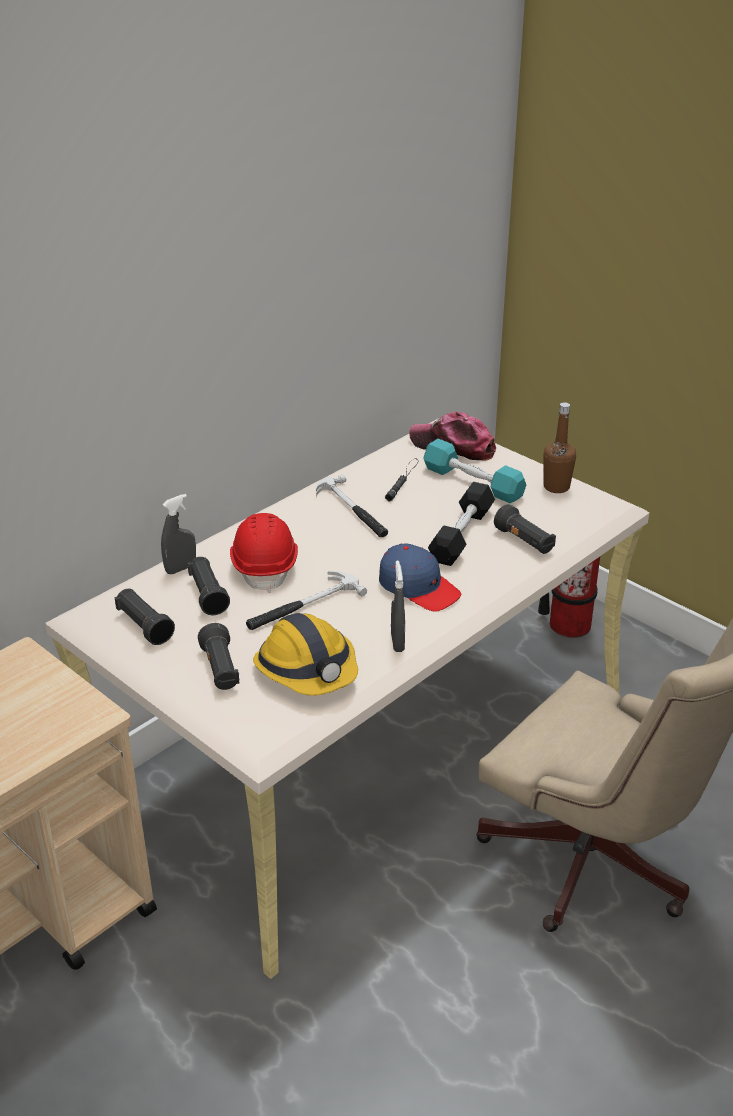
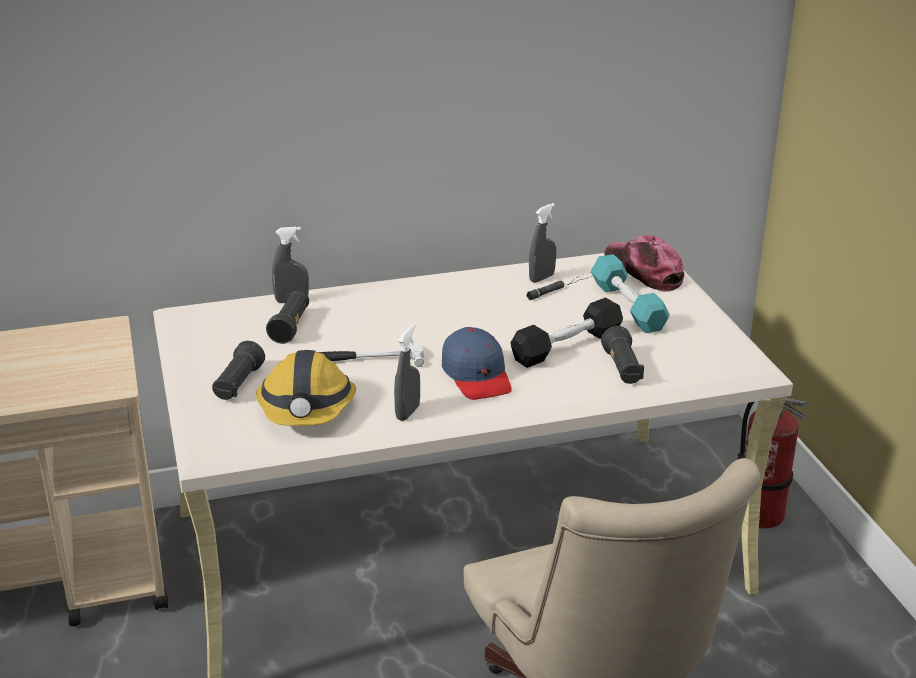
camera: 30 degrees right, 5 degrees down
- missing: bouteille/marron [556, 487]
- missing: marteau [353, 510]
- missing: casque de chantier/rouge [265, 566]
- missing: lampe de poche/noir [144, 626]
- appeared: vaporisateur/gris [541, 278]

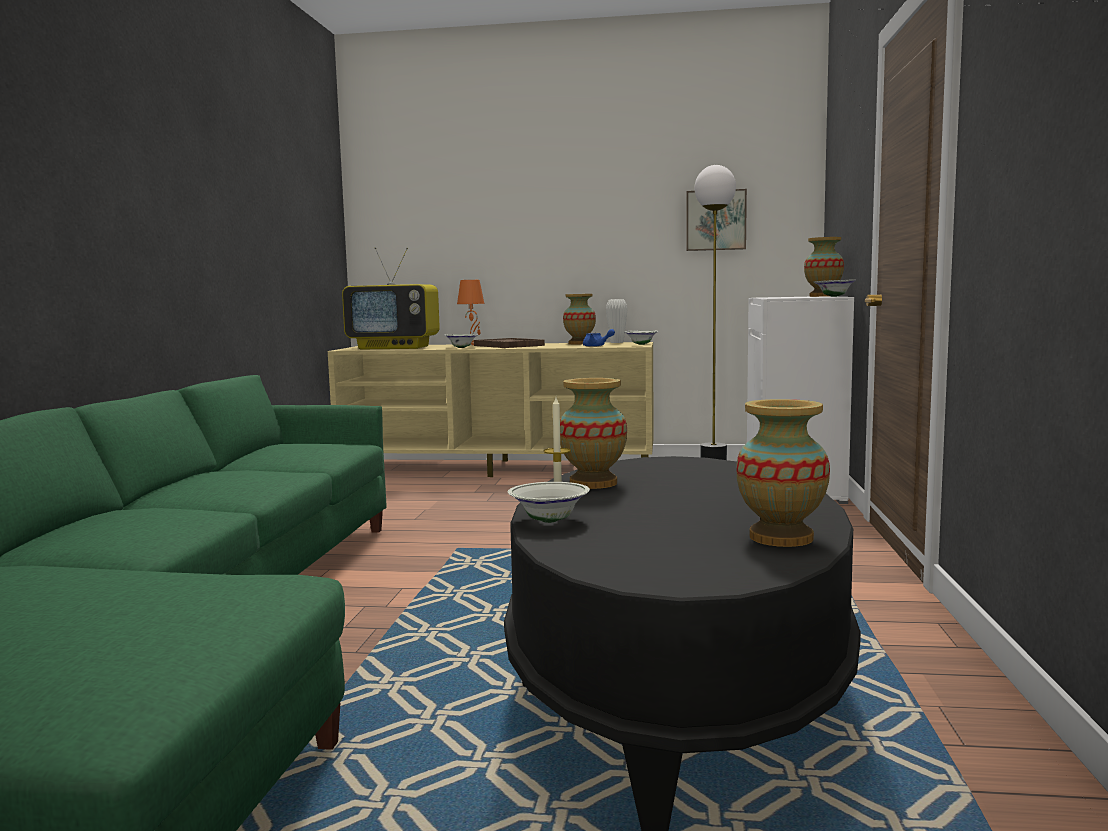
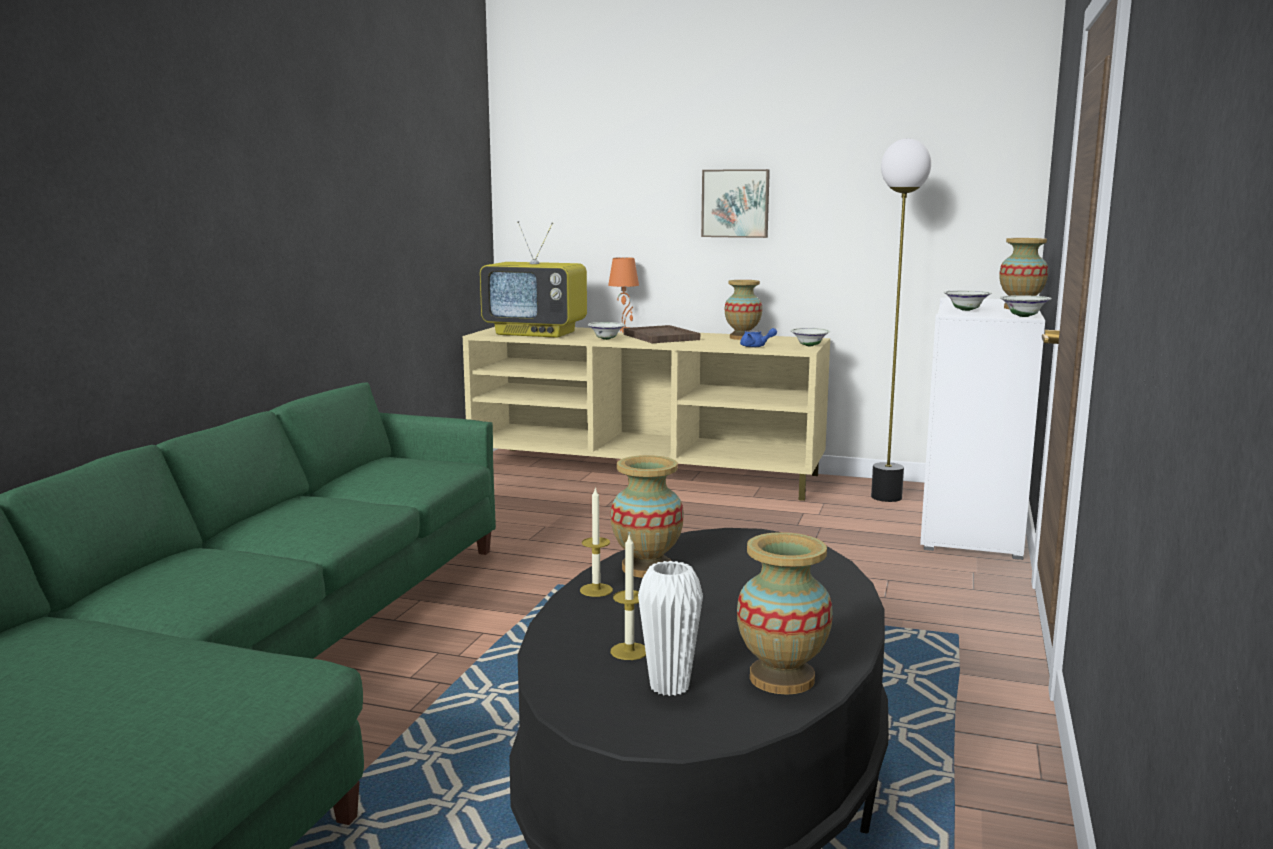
camera: 10 degrees right, 5 degrees up
- relocated: tableau [715, 220] to [735, 203]
- relocated: vase/blanc [617, 342] to [669, 686]
- relocated: bol/blanc [549, 521] to [966, 310]
- appeared: bougie [629, 651]

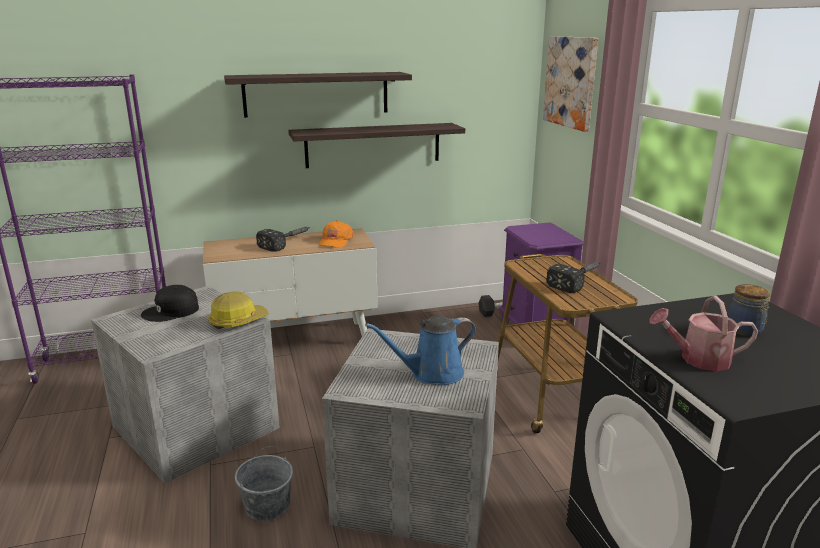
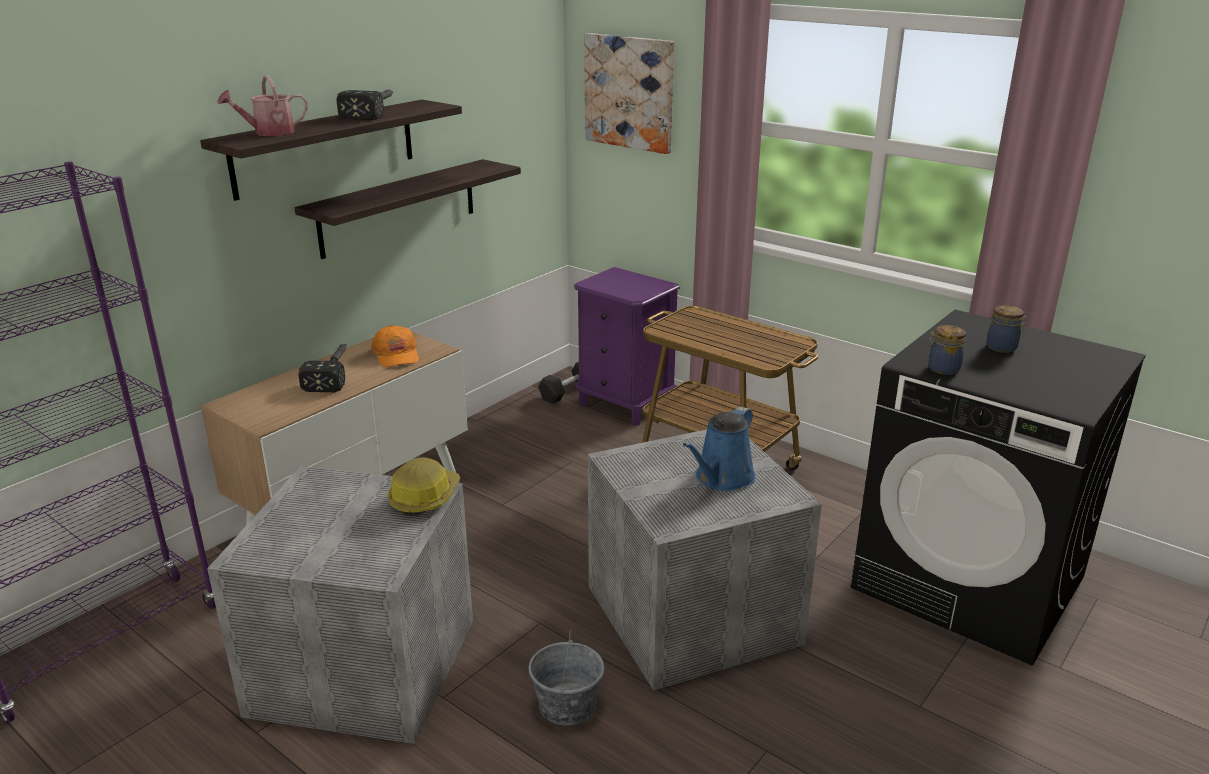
camera: 35 degrees left, 5 degrees up
- relocated: marteau [579, 280] to [375, 111]
- missing: casquette/noir [171, 311]
- relocated: arrosoir [698, 359] to [269, 133]
- appeared: bocal [942, 369]

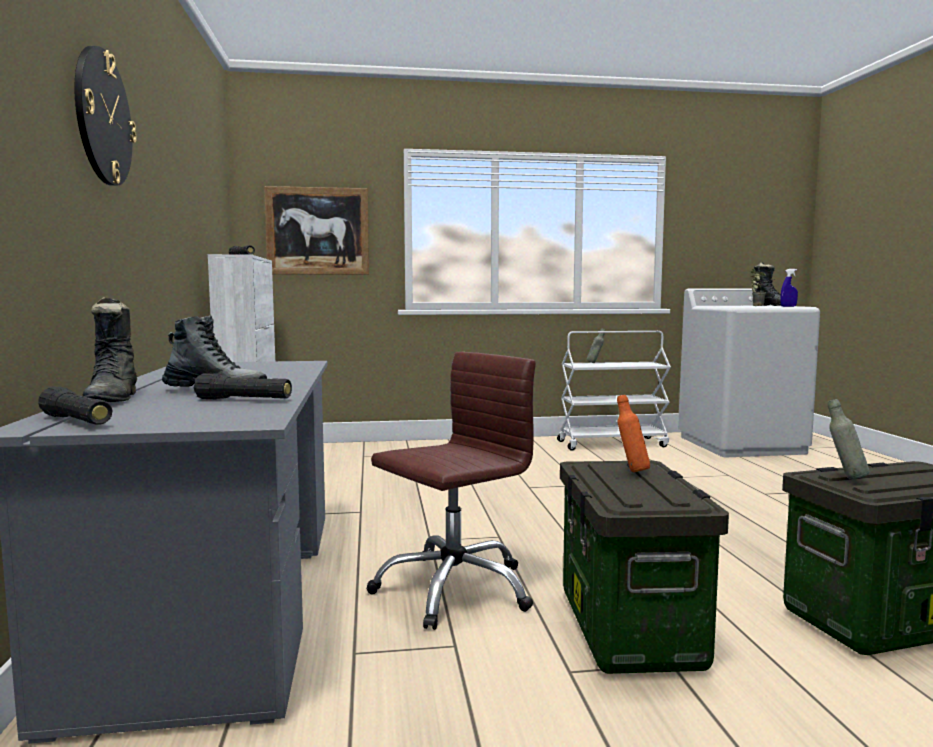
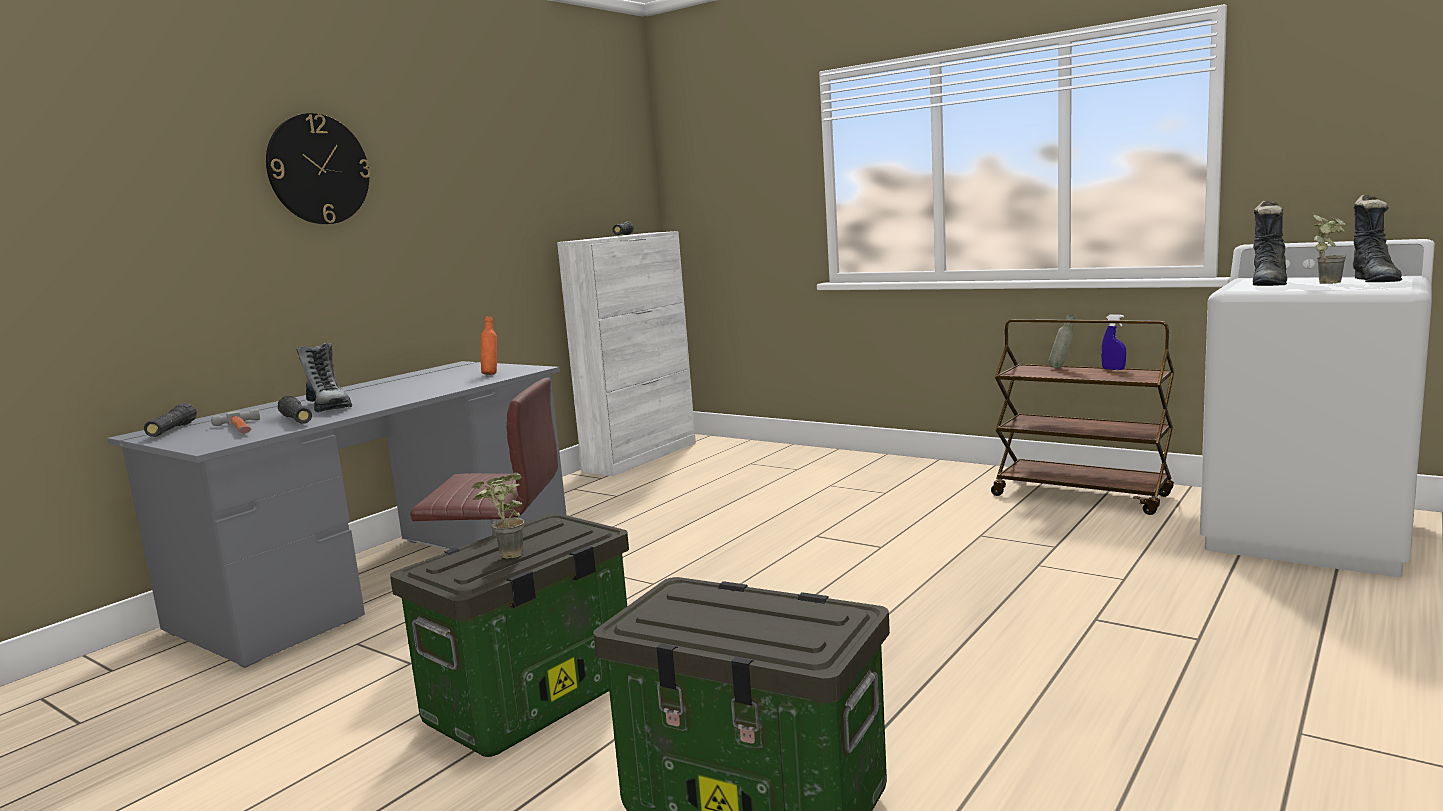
camera: 45 degrees right, 5 degrees up
- missing: tableau [317, 231]
- relocated: vaporisateur/bleu [788, 306] to [1113, 369]
- relocated: botte/noir [114, 399] to [1269, 284]
- colour: chariot/blanc [612, 444] to chariot/marron [1082, 495]
- relocated: bouteille/orange [631, 471] to [491, 374]
- missing: bouteille/gris [845, 478]
- appeared: marteau [241, 429]
- appeared: plante en pot [505, 557]

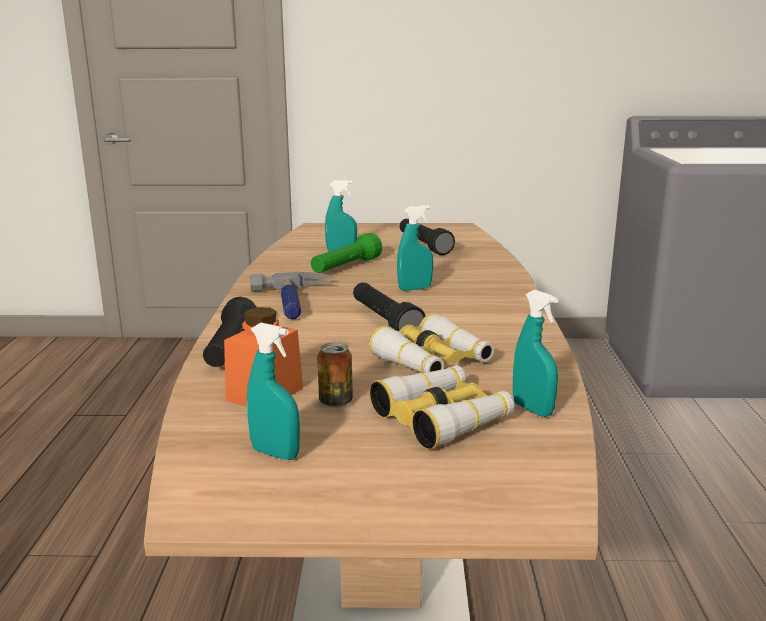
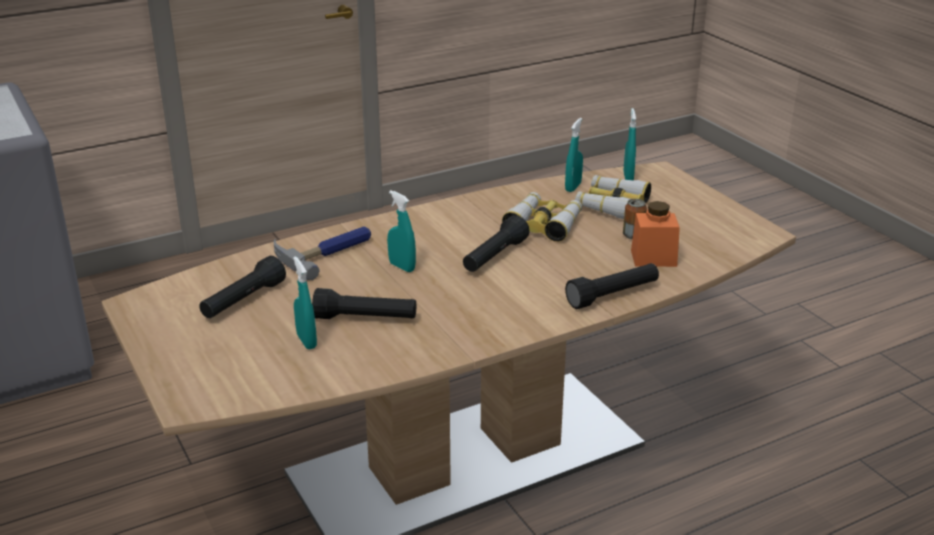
camera: 120 degrees left, 10 degrees up
- colour: lampe de poche/vert [346, 267] to lampe de poche/noir [365, 319]
- relocated: marteau [294, 302] to [326, 252]
- relocated: vaporisateur/turquoise [275, 453] to [628, 177]

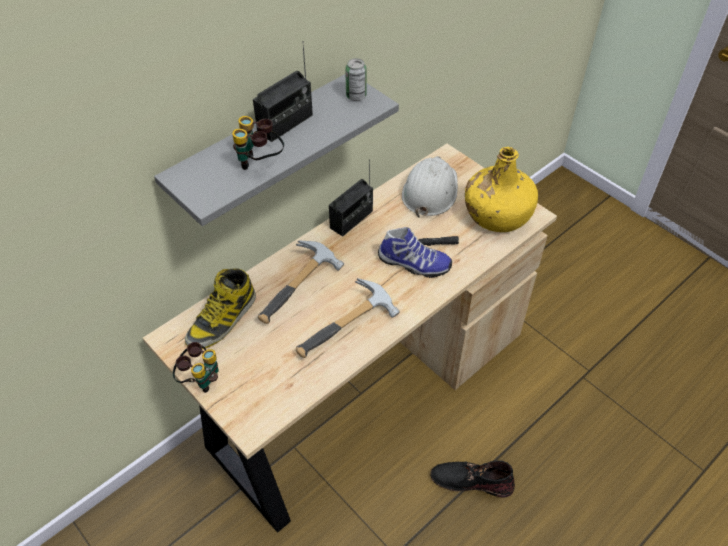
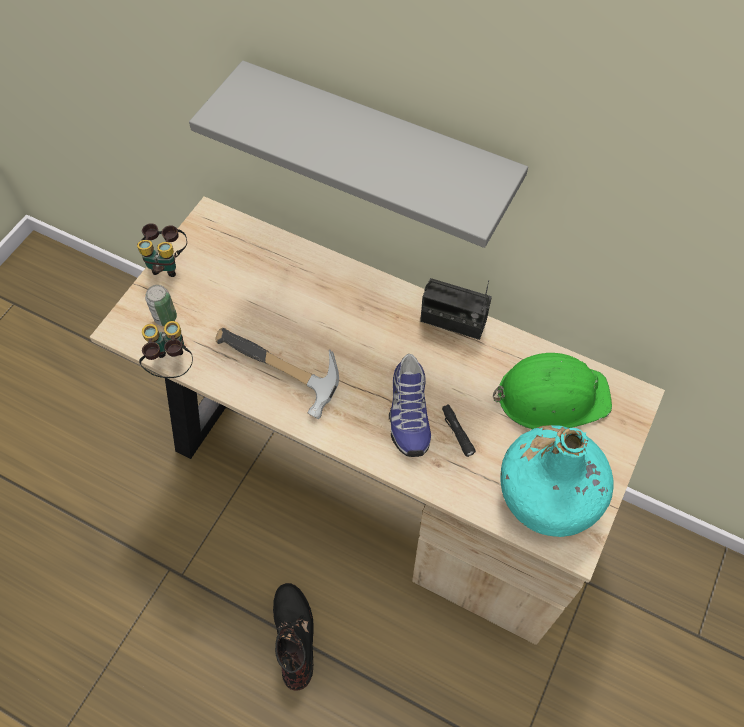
camera: 70 degrees right, 10 degrees up
- missing: radio [285, 124]
- relocated: boîte métallique [356, 96] to [165, 317]
- relocated: jumelles [260, 163] to [171, 366]
- colour: bouteille/jaune [497, 214] to bouteille/turquoise [549, 494]
- colour: casque de chantier/blanc [430, 191] to casque de chantier/vert [551, 395]
- missing: marteau [302, 289]
- missing: botte [222, 320]

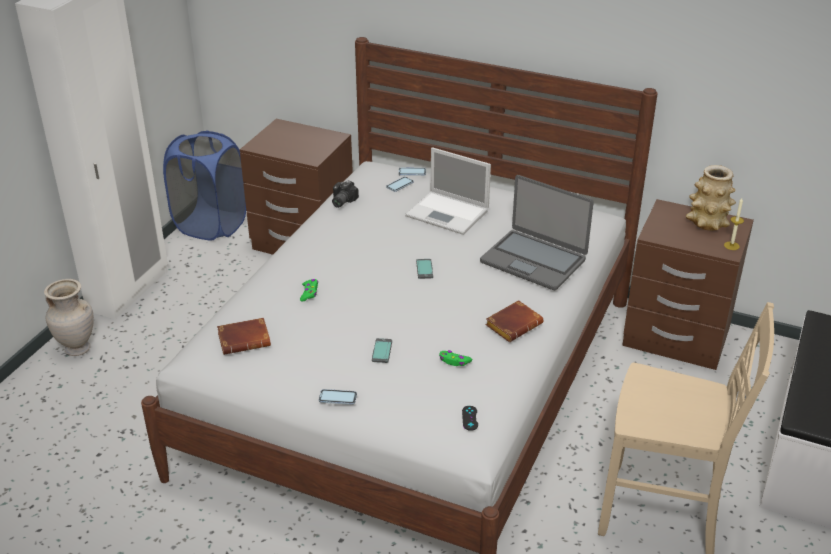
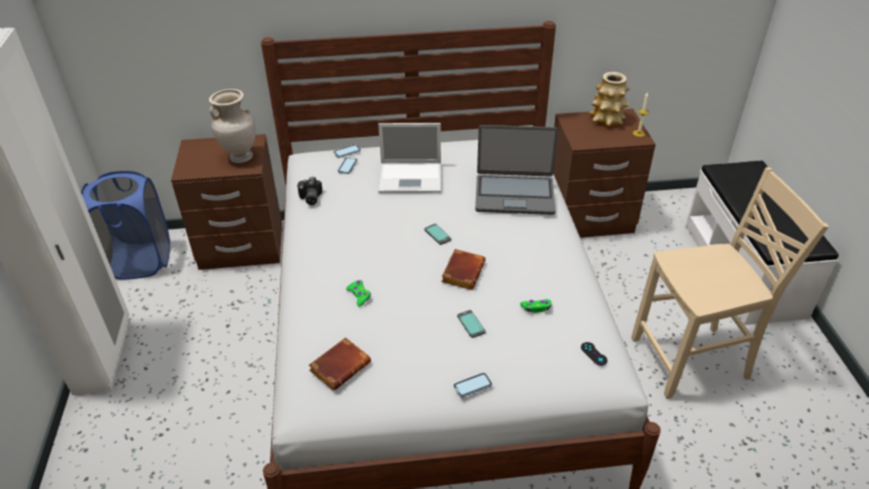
camera: 30 degrees left, 5 degrees up
- relocated: vase/beige [77, 348] to [240, 157]
- relocated: livre/marron [513, 324] to [462, 272]

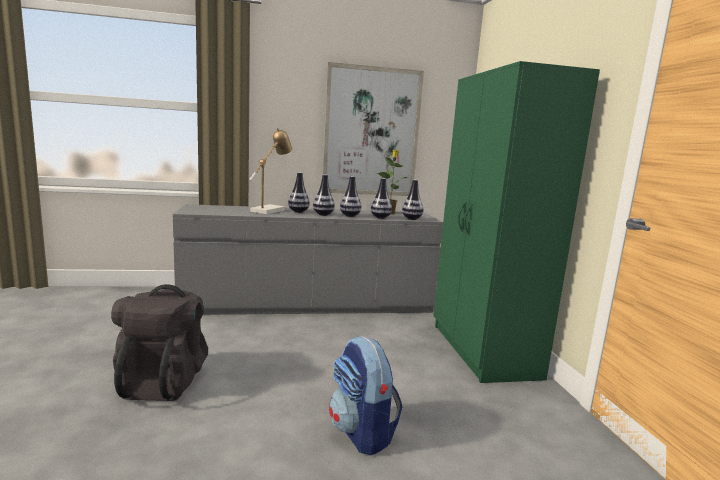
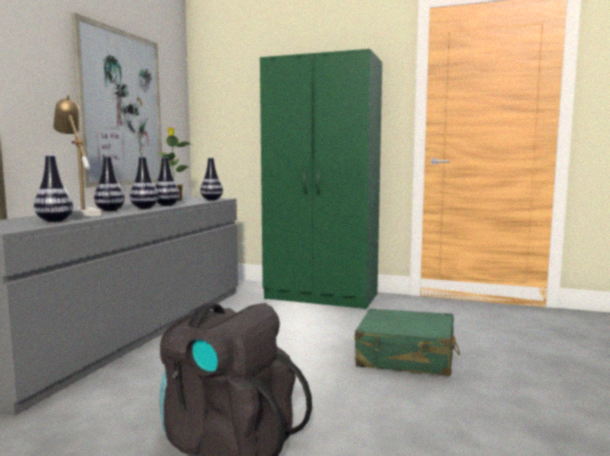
camera: 60 degrees left, 5 degrees down
- relocated: vase [380, 217] to [54, 221]
- exchanged: sac à dos [362, 432] to valise/vert [406, 357]

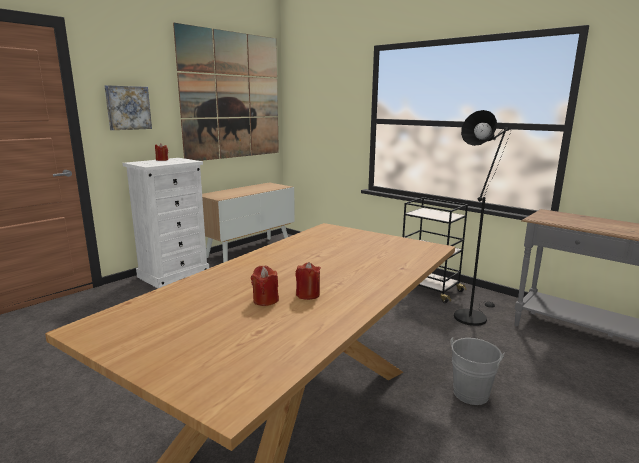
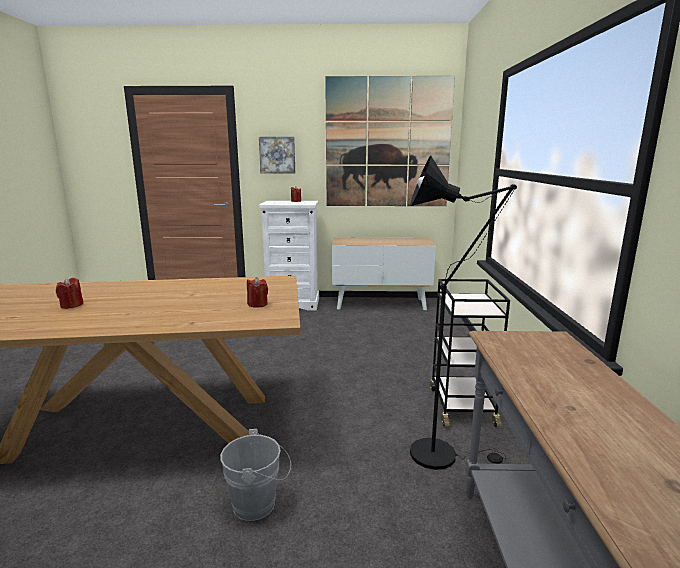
camera: 50 degrees right, 0 degrees up
- relocated: bougie/rouge [308, 295] to [257, 304]

